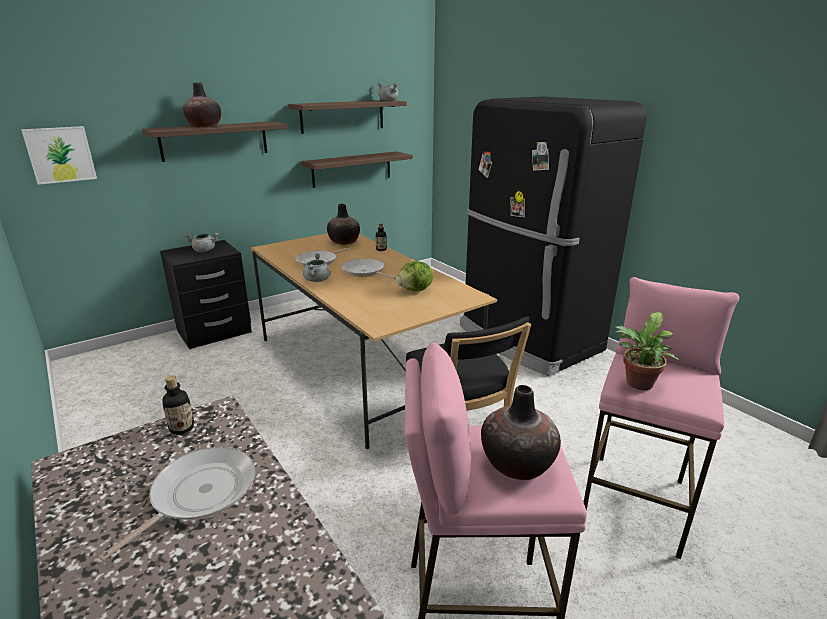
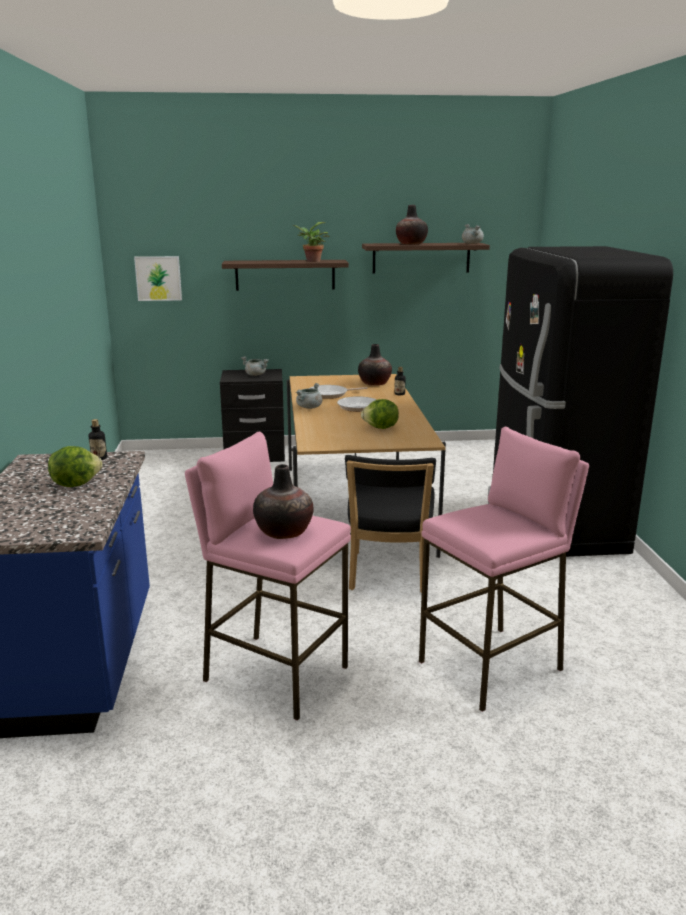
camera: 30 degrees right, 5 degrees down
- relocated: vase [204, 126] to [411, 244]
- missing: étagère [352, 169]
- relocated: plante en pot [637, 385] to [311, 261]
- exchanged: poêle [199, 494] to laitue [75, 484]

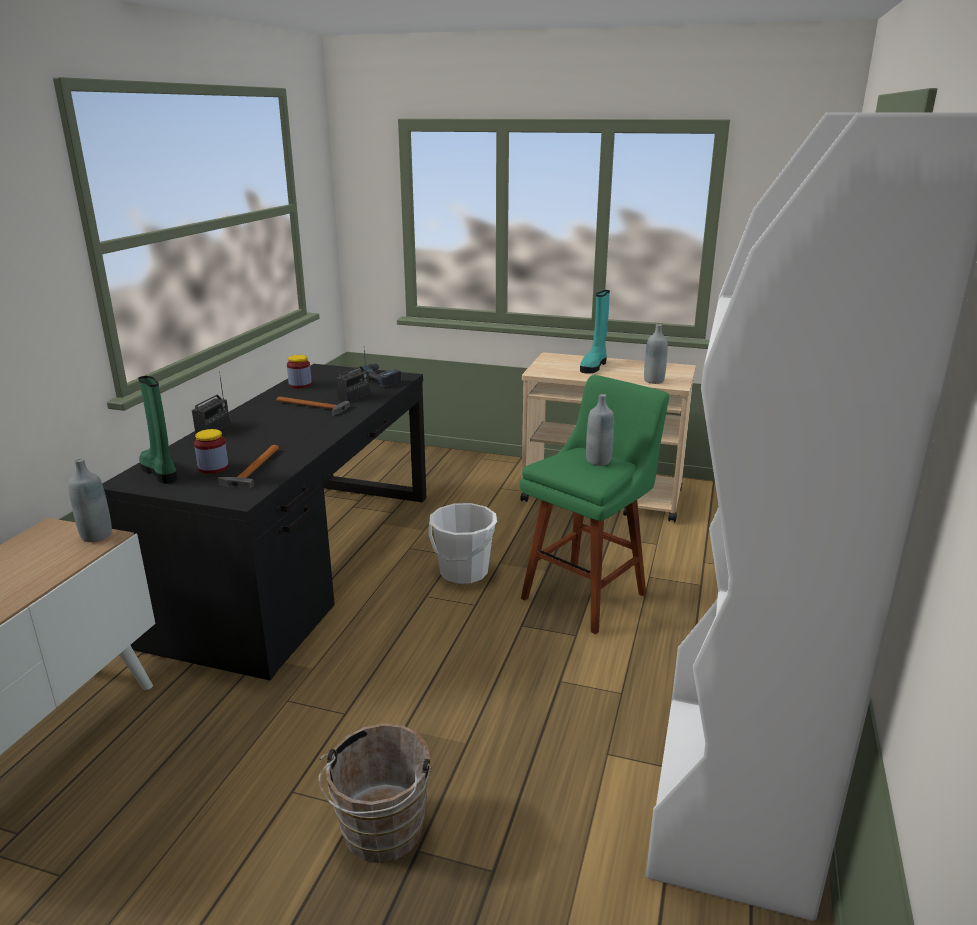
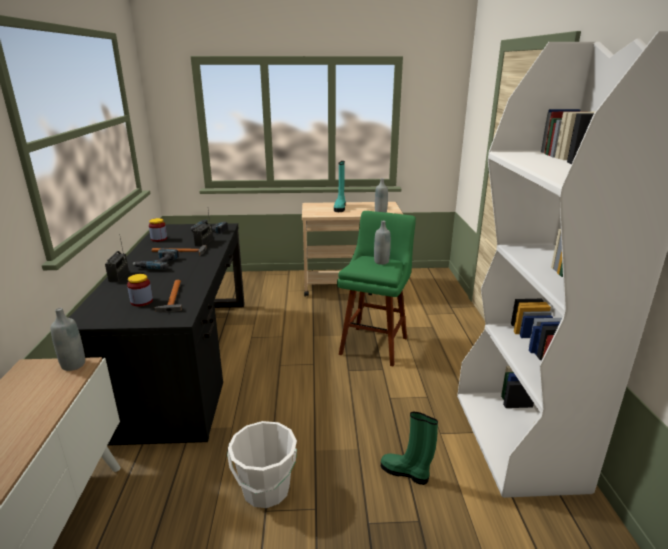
camera: 20 degrees left, 0 degrees up
- relocated: botte/vert [160, 472] to [406, 473]
- relocated: seau/blanc [463, 572] to [266, 489]
- missing: seau/marron [380, 835]
- appeared: perceuse [158, 263]

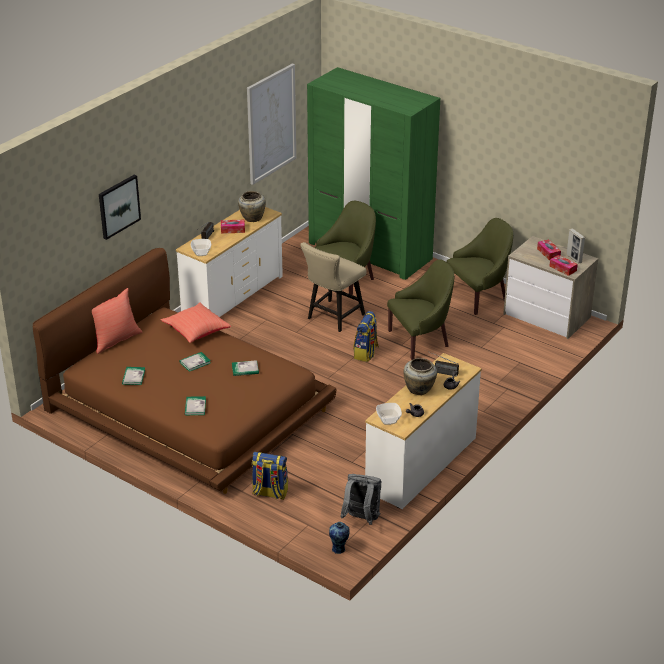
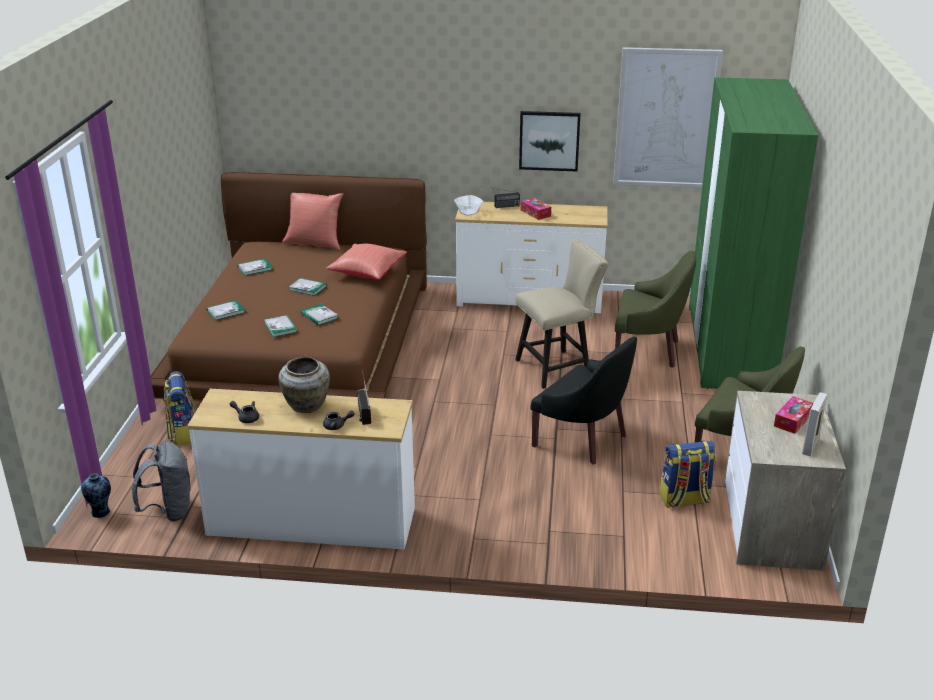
camera: 60 degrees right, 5 degrees down
- relocated: tableau [118, 206] to [549, 140]
- missing: vase/beige [252, 218]
- spun: chaise/beige [333, 318] = [558, 367] 150 degrees clockwise
- missing: boîte à mouchoirs [563, 268]
- colour: fauteuil/vert [420, 340] to fauteuil/noir [583, 439]
- relocated: sac à dos [366, 353] to [684, 500]
- missing: bol [388, 420]
- appeared: livre [280, 327]

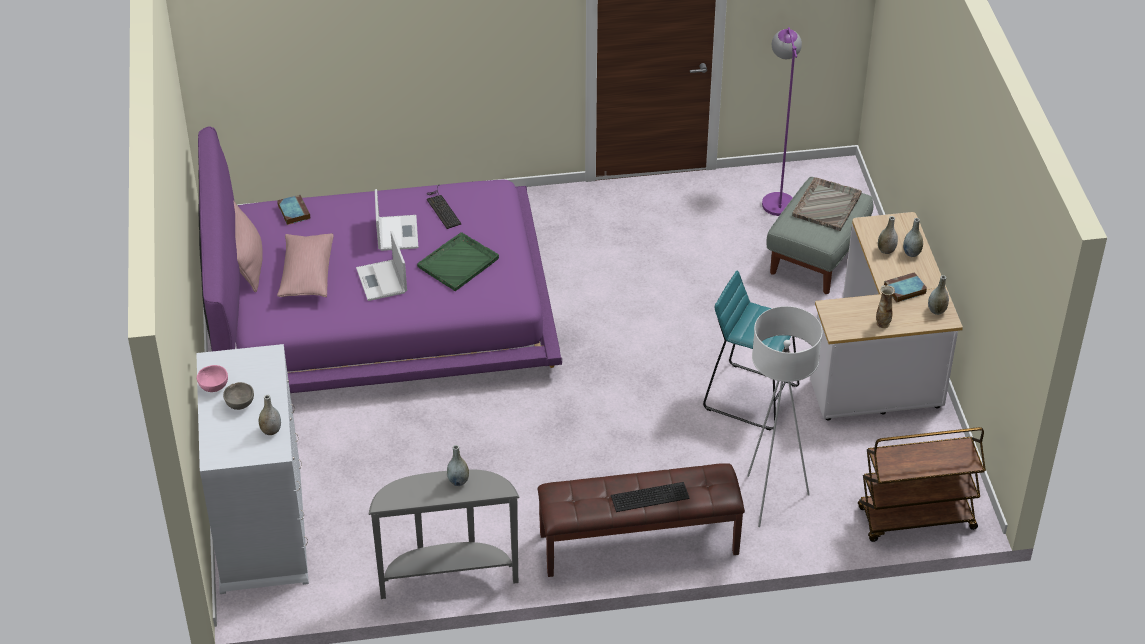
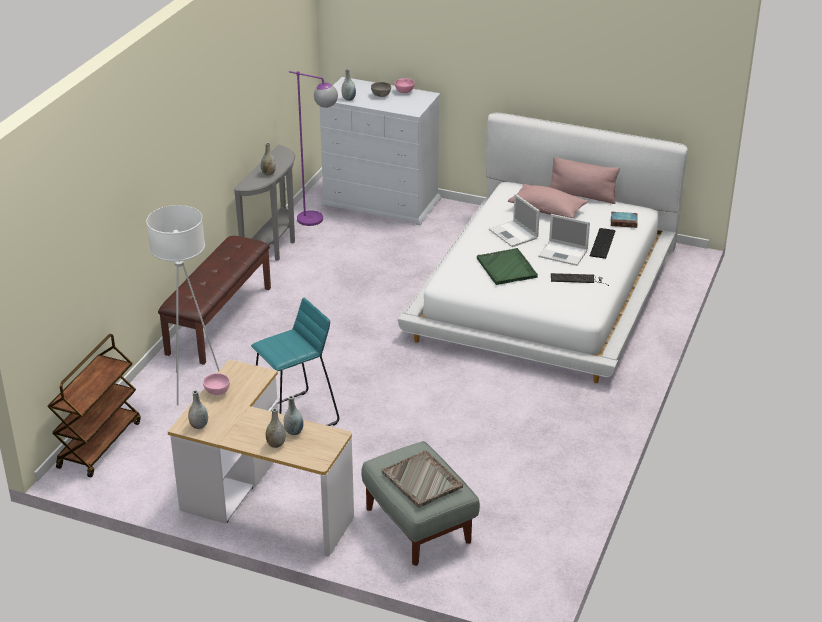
camera: 120 degrees right, 10 degrees down
- relocated: lampadaire/violet [776, 197] to [318, 221]
- colour: lit/violet [380, 307] to lit/blanc [545, 290]
- spun: ordinateur portable [382, 281] = [514, 234] 135 degrees counterclockwise
- missing: livre [904, 290]
- exchanged: vase [883, 323] to bol/rose [217, 392]
- relocated: clavier [648, 496] to [603, 243]

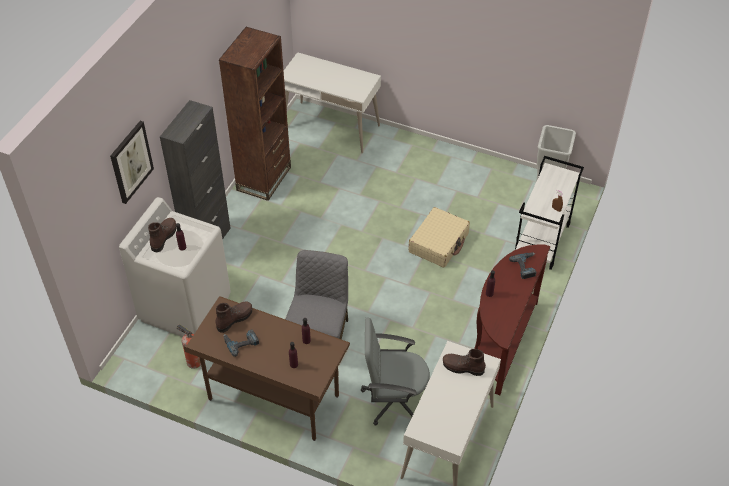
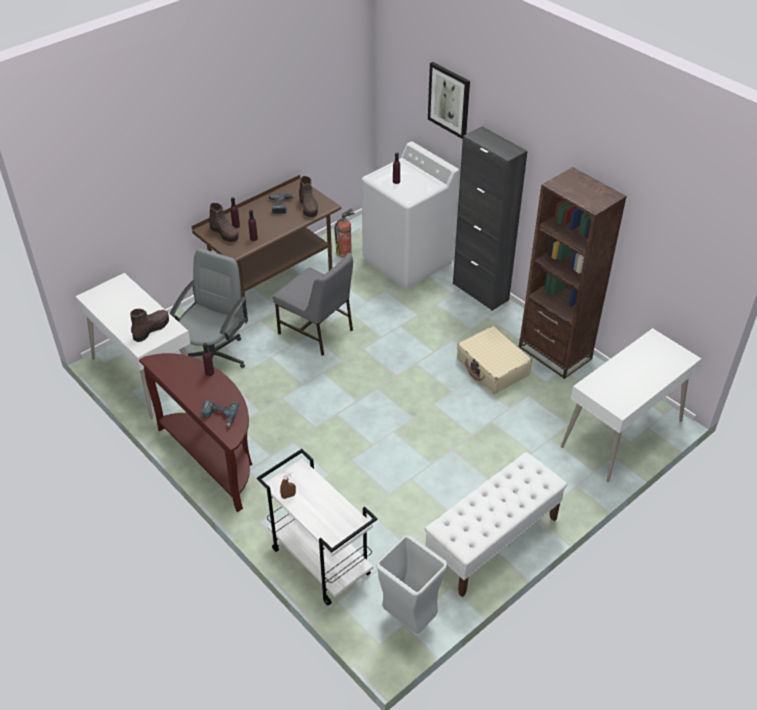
camera: 115 degrees right, 5 degrees down
- relocated: valise/beige [439, 243] to [492, 367]
- relocated: botte/marron [163, 237] to [225, 233]
- appeared: banc/blanc [492, 541]

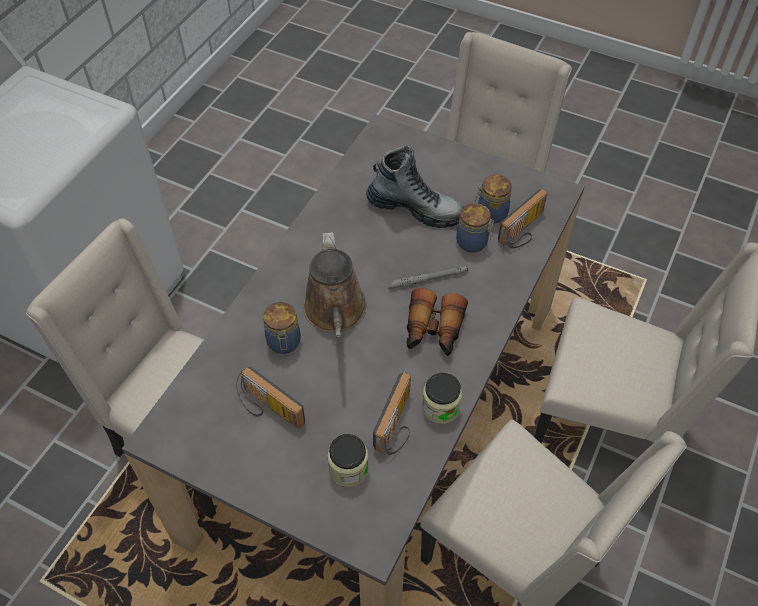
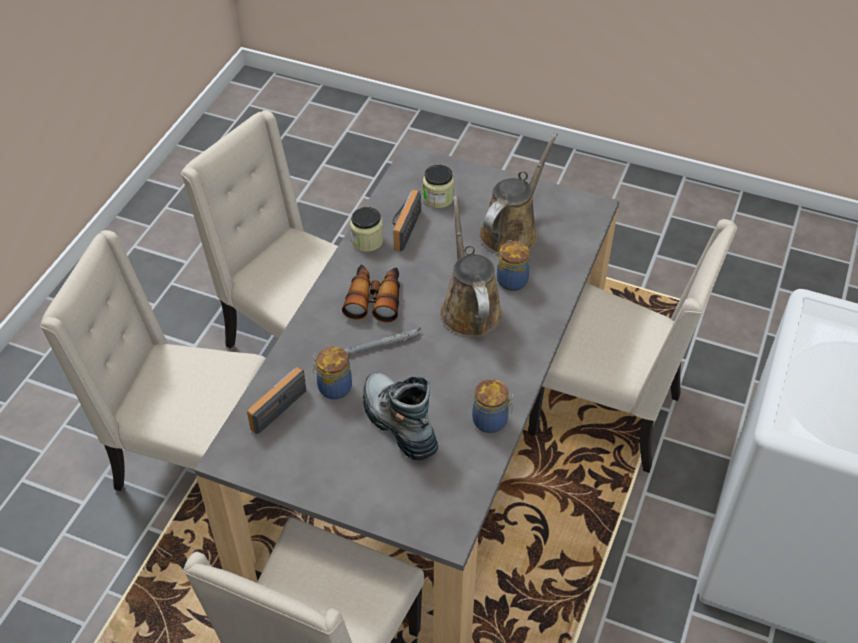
camera: 175 degrees right, 5 degrees down
- spun: botte [415, 209] = [398, 423] 45 degrees clockwise
- relocated: bocal [490, 213] to [491, 421]
- exchanged: radio [267, 409] to arrosoir/marron [511, 231]

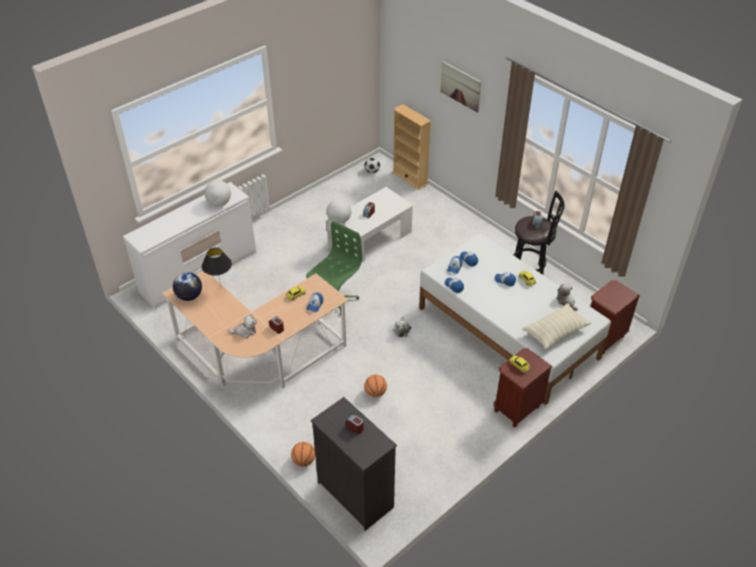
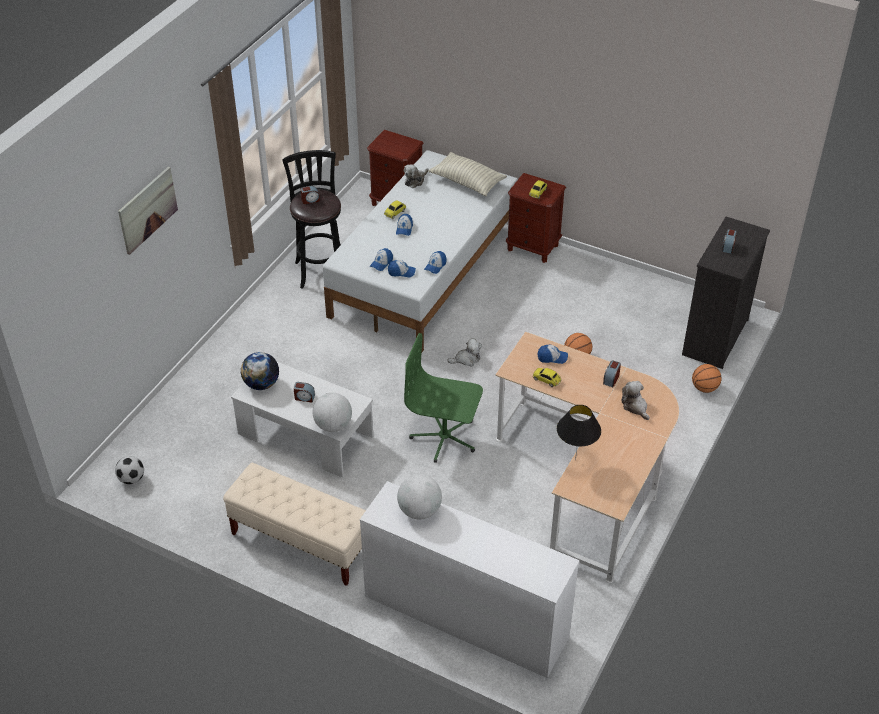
camera: 110 degrees left, 0 degrees up
- missing: bibliothèque/beige [410, 178]
- relocated: globe [189, 296] to [261, 384]
- appeared: banc/beige [301, 542]

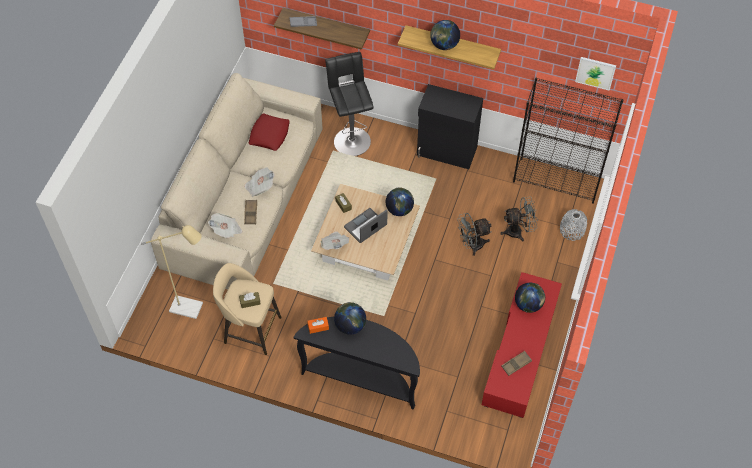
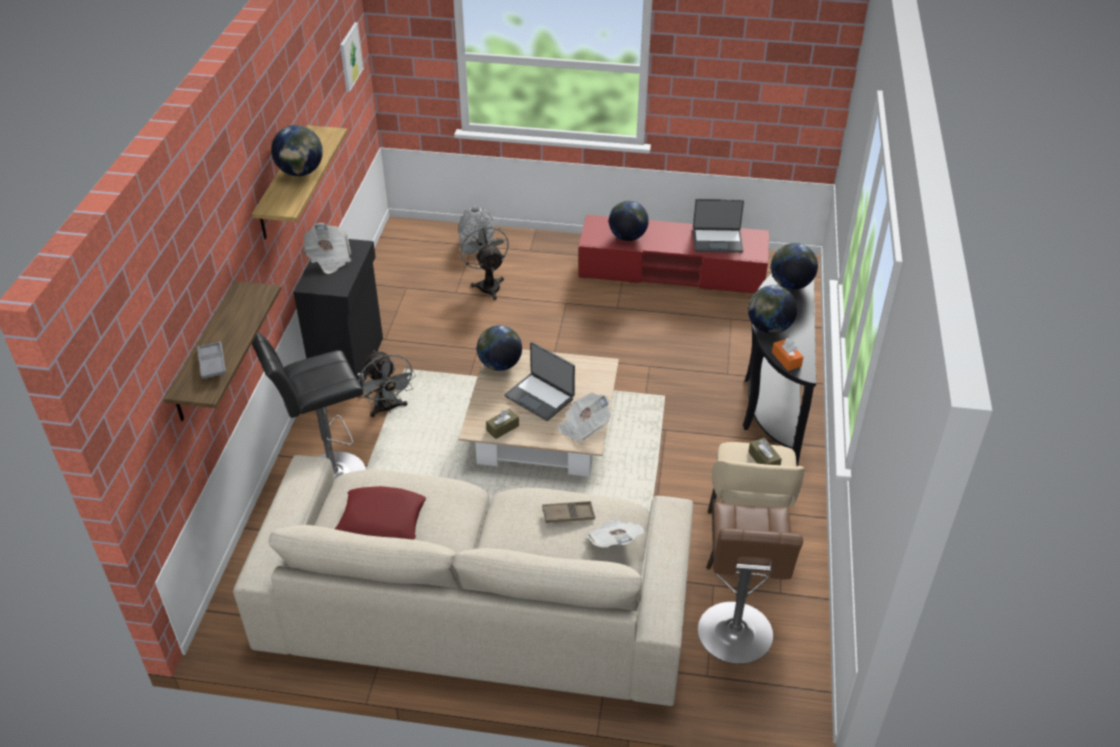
camera: 100 degrees left, 15 degrees down
- missing: bibliothèque/noir [557, 180]
- relocated: journal [260, 187] to [329, 259]
- relocated: ventilateur/gris [471, 245] to [388, 408]
- exchanged: lampadaire/beige [192, 308] to tabouret/marron [735, 637]
- exchanged: plateau/marron [516, 364] to ordinateur portable [717, 241]
- appeared: globe [791, 285]

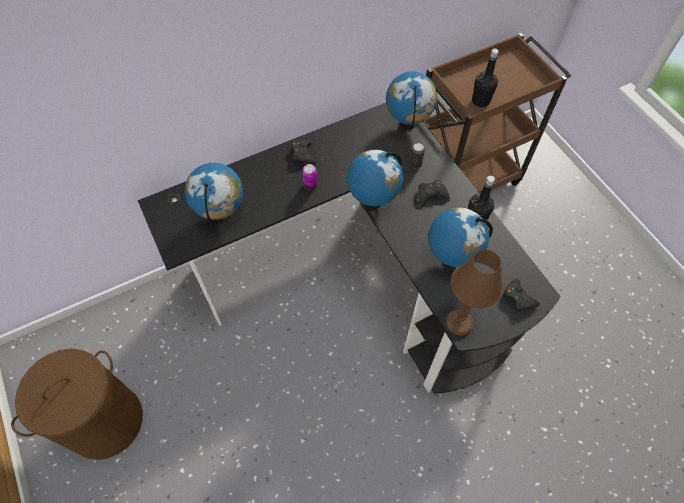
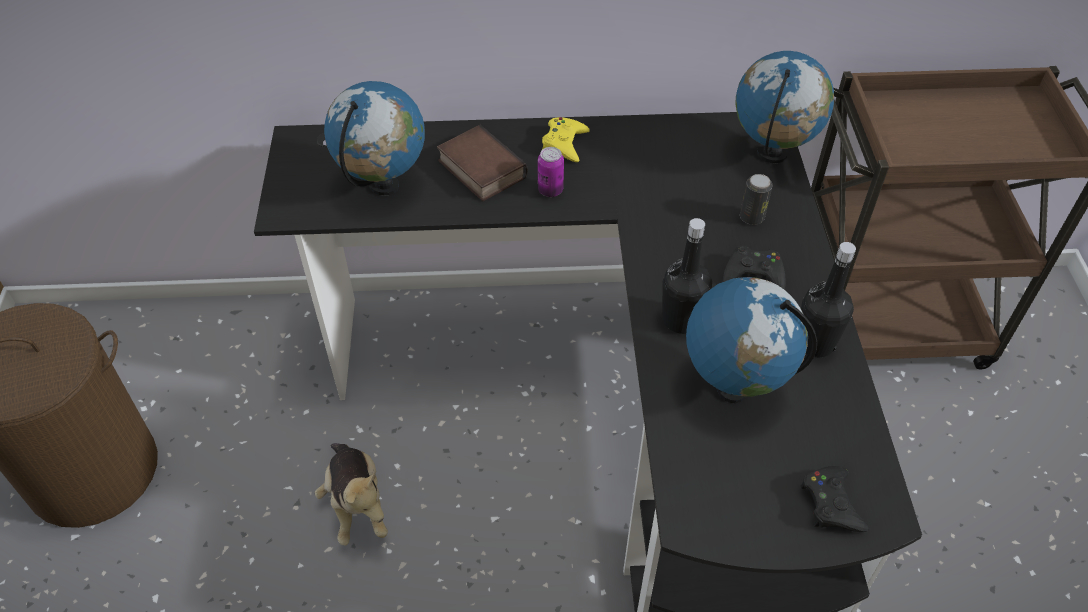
camera: 25 degrees right, 10 degrees down
- relocated: bouteille/noir [480, 101] to [681, 319]
- colour: manette/noir [303, 154] to manette/jaune [564, 143]
- missing: globe [372, 201]
- missing: lampe de table/marron [459, 323]
- appeared: livre [479, 169]
- appeared: peluche [357, 504]

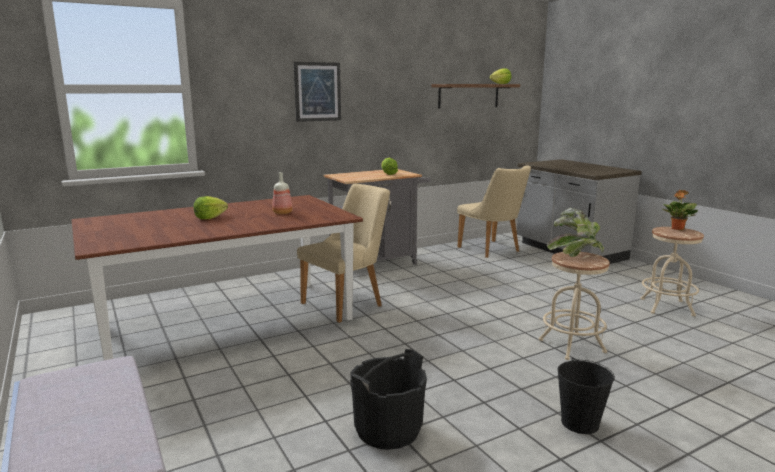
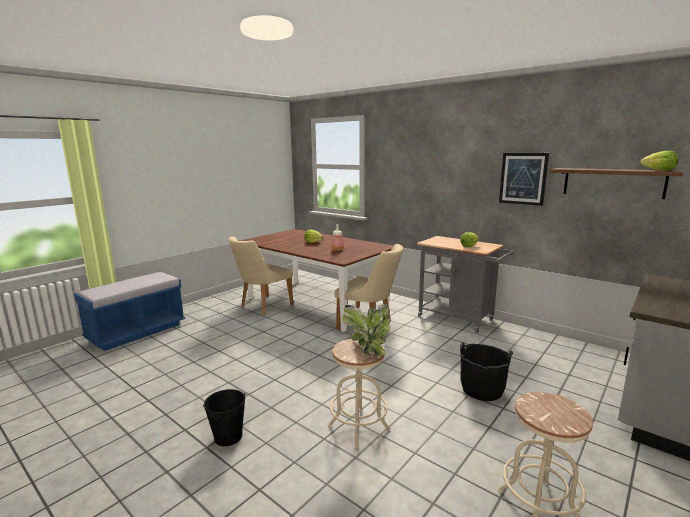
camera: 70 degrees right, 0 degrees up
- relocated: tableau [317, 91] to [523, 178]
- relocated: chaise/beige [492, 250] to [262, 306]
- missing: plante en pot [677, 229]
- relocated: seau/noir [388, 430] to [482, 389]

